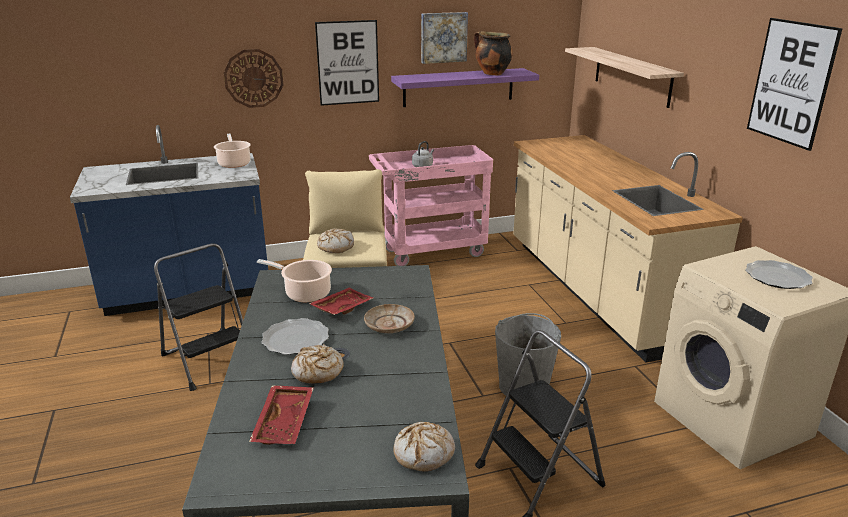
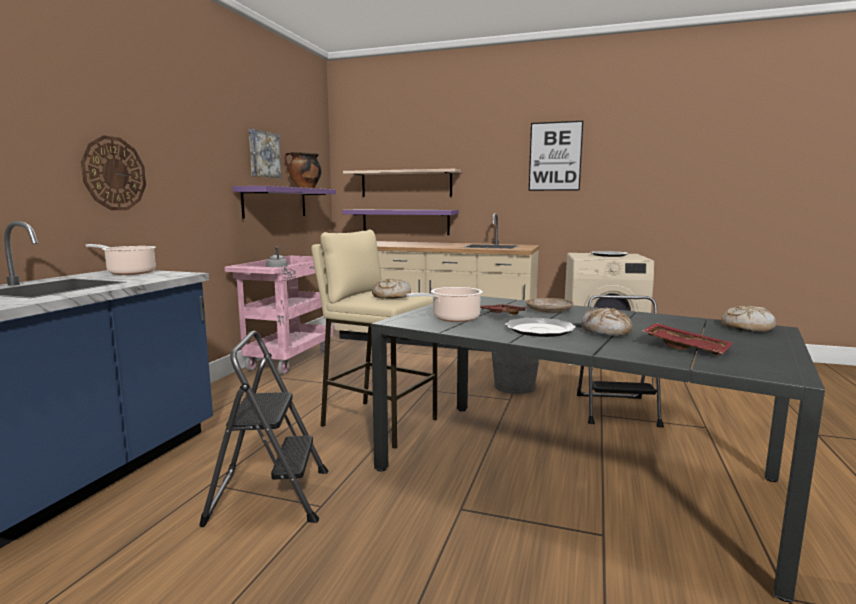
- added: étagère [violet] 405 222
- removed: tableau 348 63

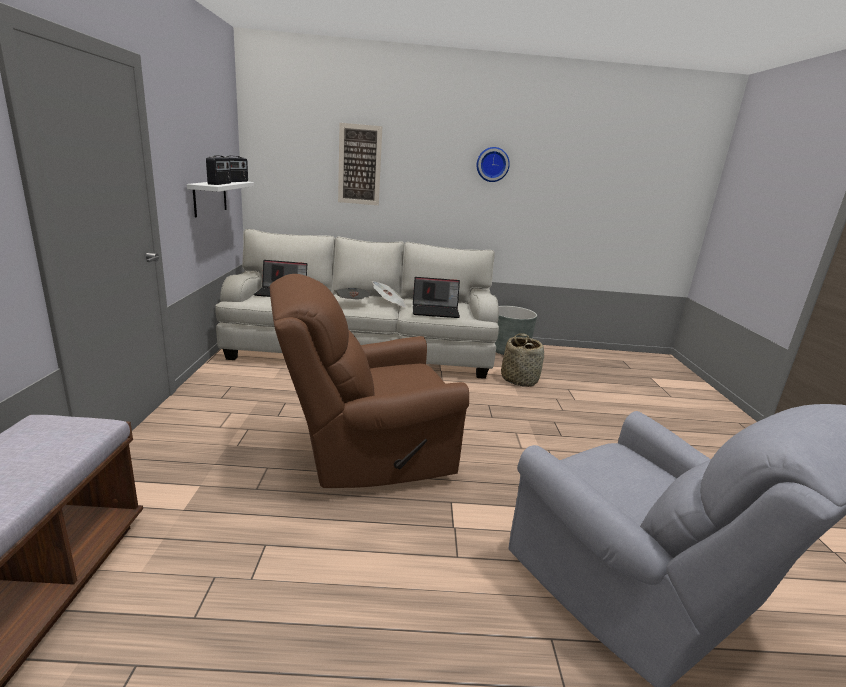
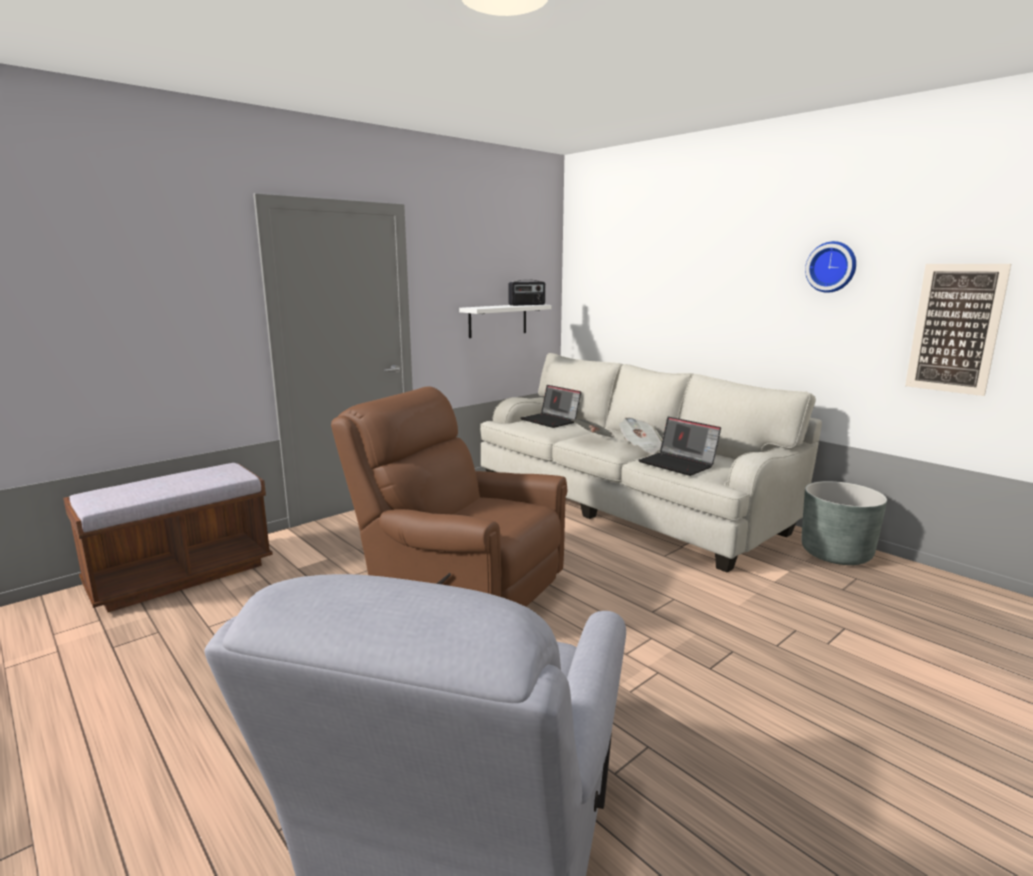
- moved: tableau 359 165 to 955 328
- removed: radio 220 183
- removed: panier 519 379

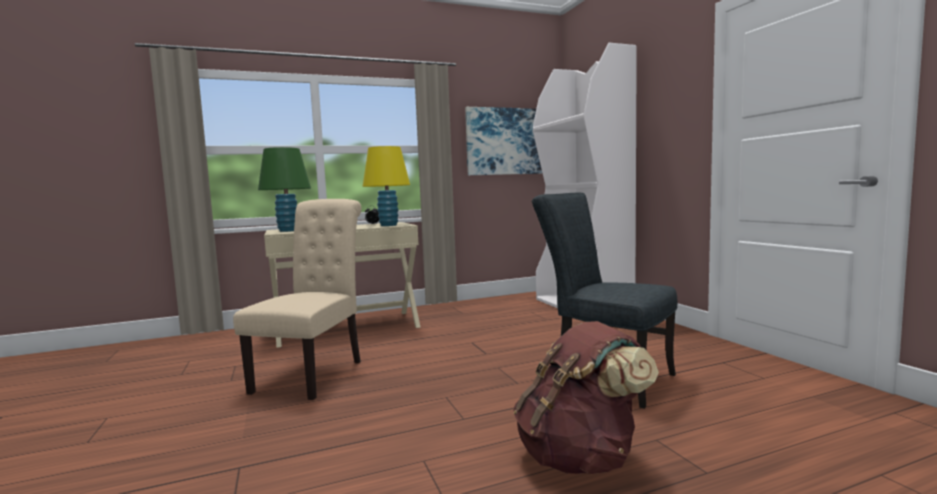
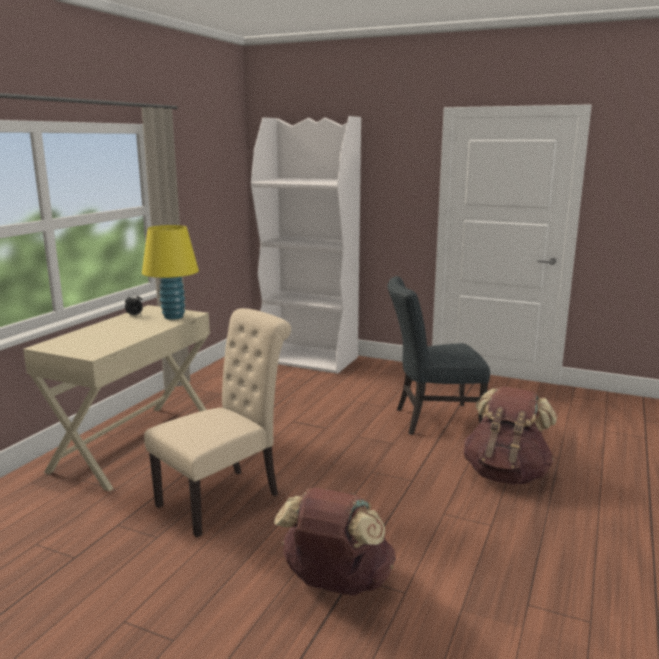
- turned: chaise [beige] 314 373 = 225 497 75 degrees clockwise
- added: sac à dos [marron] 336 584
- removed: lampe de table [vert] 288 231
- removed: tableau 511 141

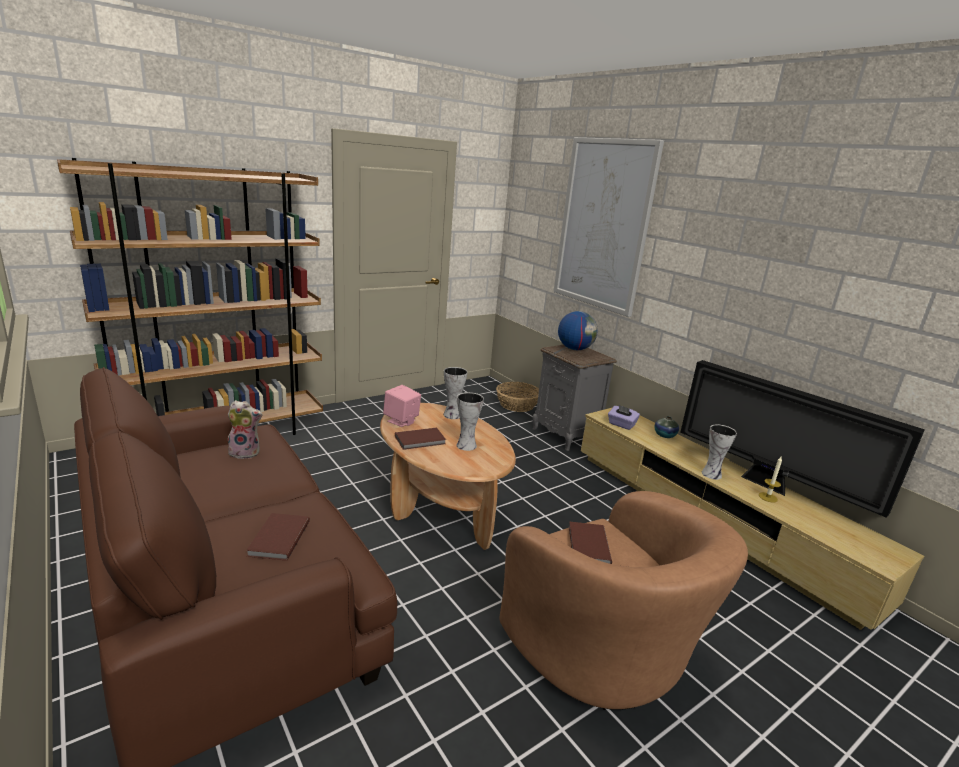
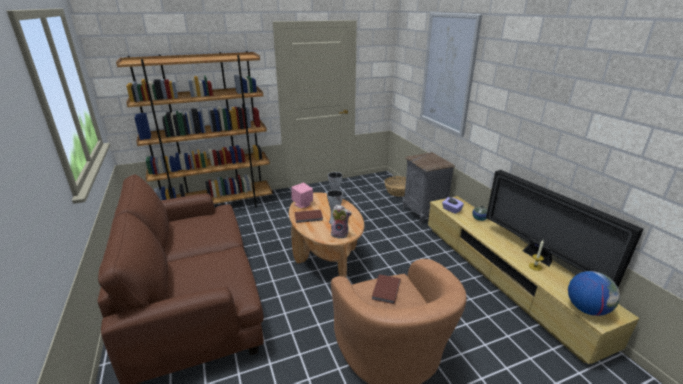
- moved: peluche 246 452 to 340 234
- moved: globe 574 349 to 586 309
- removed: livre [marron] 277 539
- removed: vase 712 474

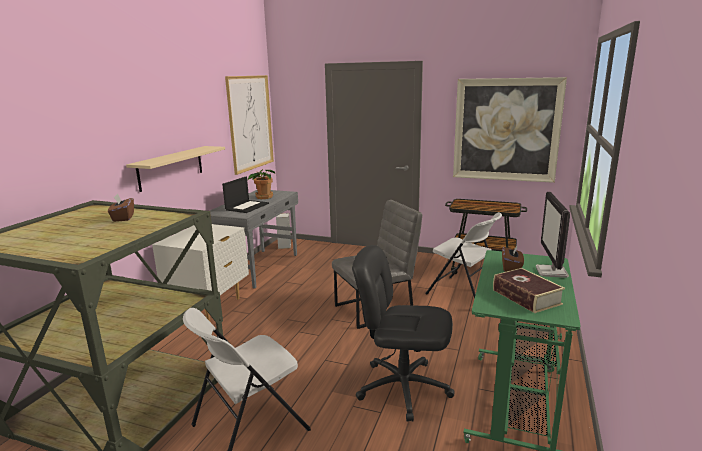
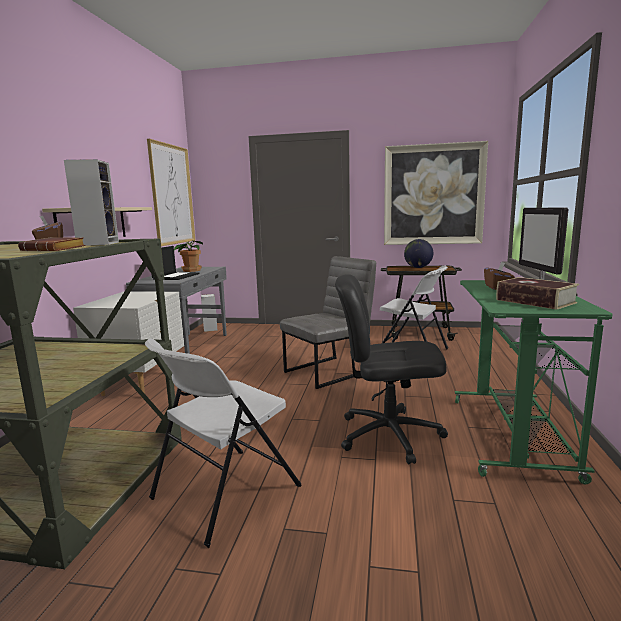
- added: livre [marron] 55 250
- added: enceinte 98 243
- added: globe 418 267

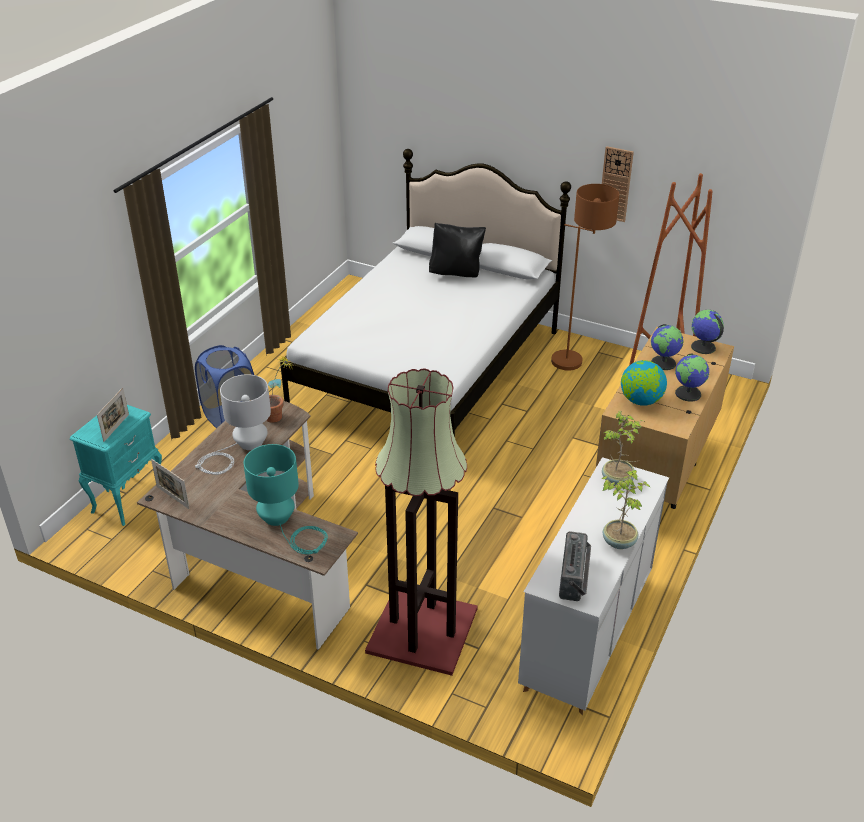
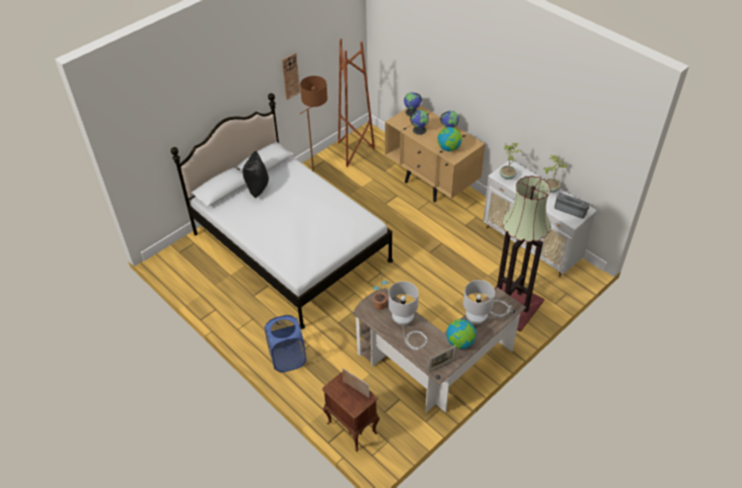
- recoloured: table de chevet [turquoise] 128 500 to table de chevet [marron] 351 428
- added: globe 460 342
- recoloured: lampe de table [turquoise] 288 526 to lampe de table [blanc] 485 315

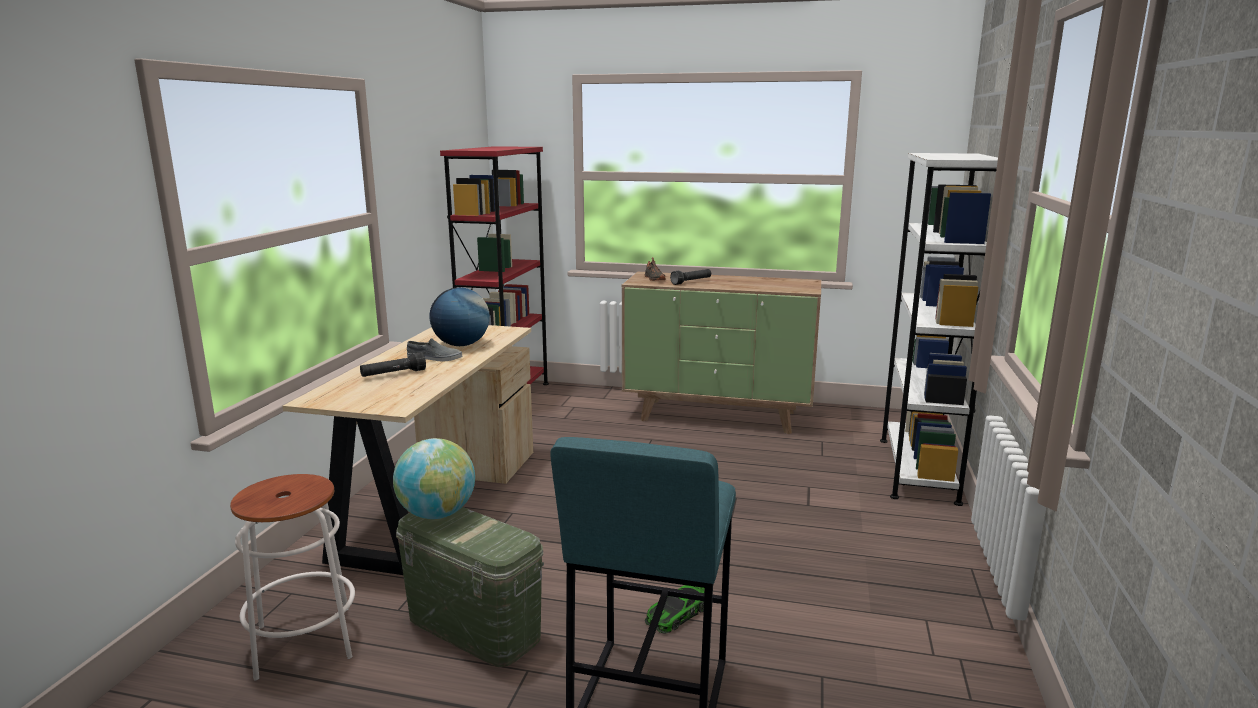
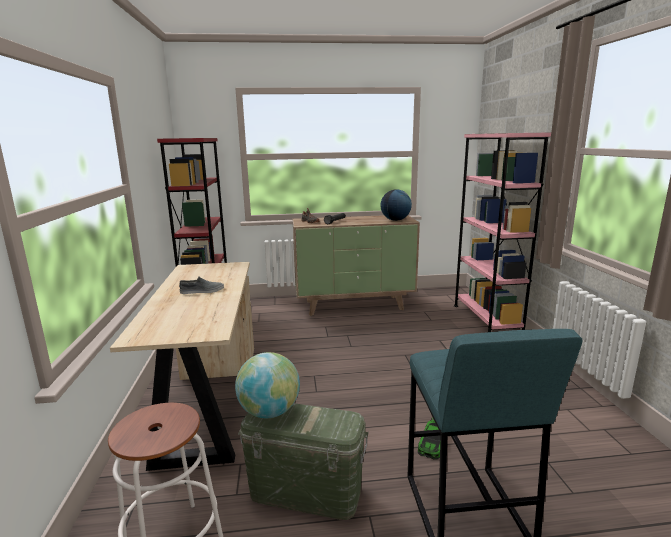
- moved: globe 461 345 to 395 220
- recoloured: bibliothèque [blanc] 917 469 to bibliothèque [rose] 486 319
- removed: lampe de poche [noir] 393 374

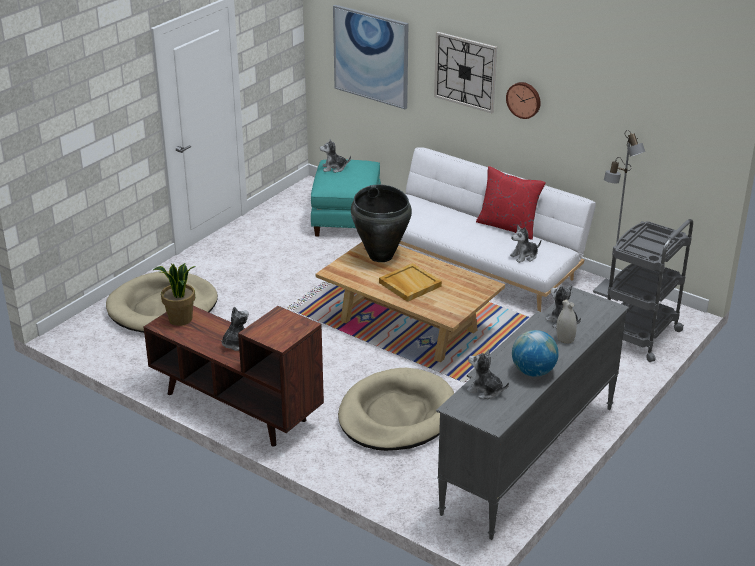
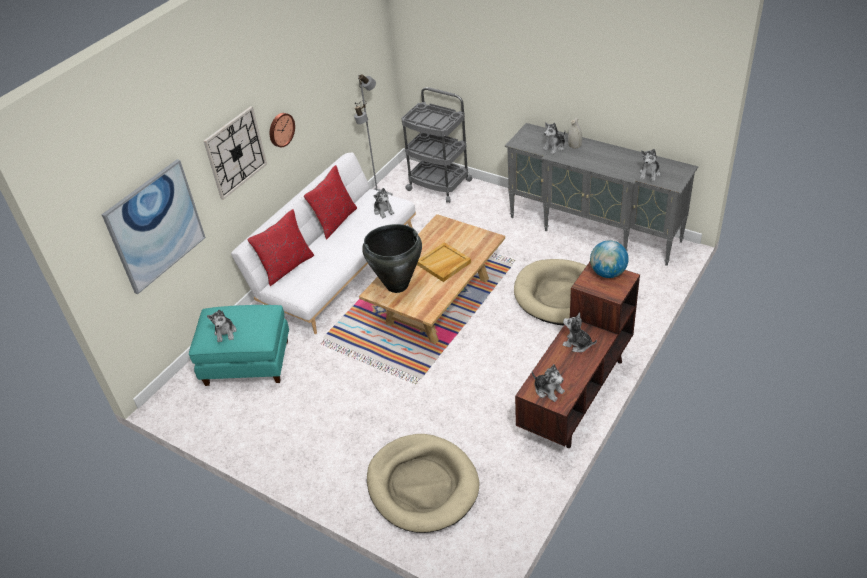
- added: coussin [rouge] 286 267
- replaced: plante en pot 180 319 to peluche 548 390
- moved: globe 533 371 to 607 273

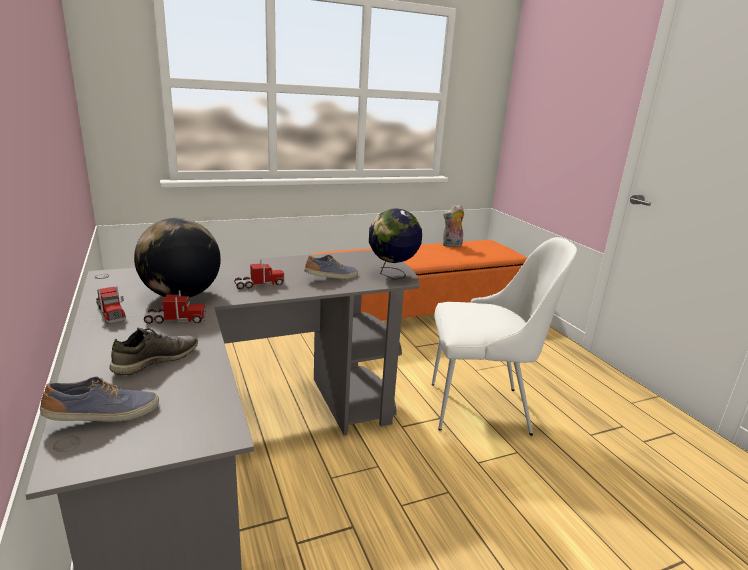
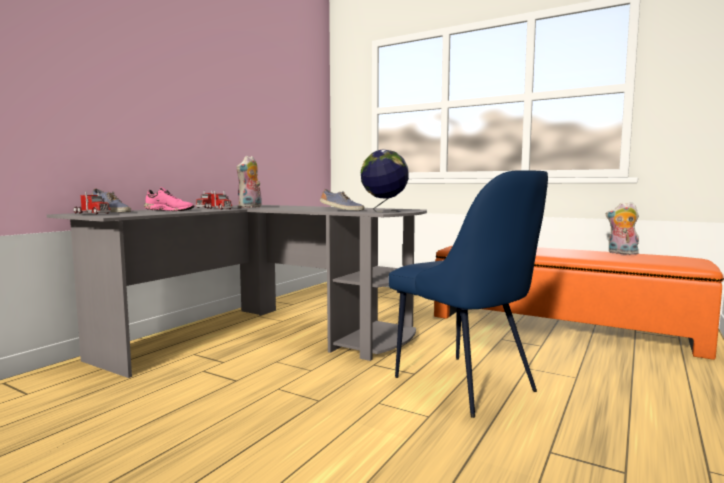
- moved: camion jouet 259 284 to 91 213
- recoloured: chaussure [gris] 156 360 to chaussure [rose] 170 210
- replaced: globe 182 295 to peluche 250 207
- recoloured: chaise [blanc] 479 408 to chaise [bleu] 465 384

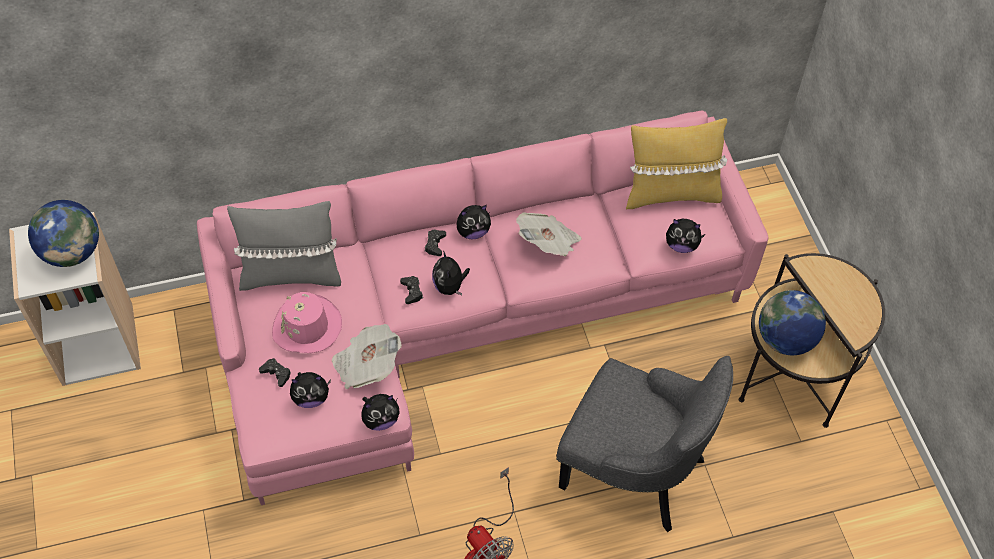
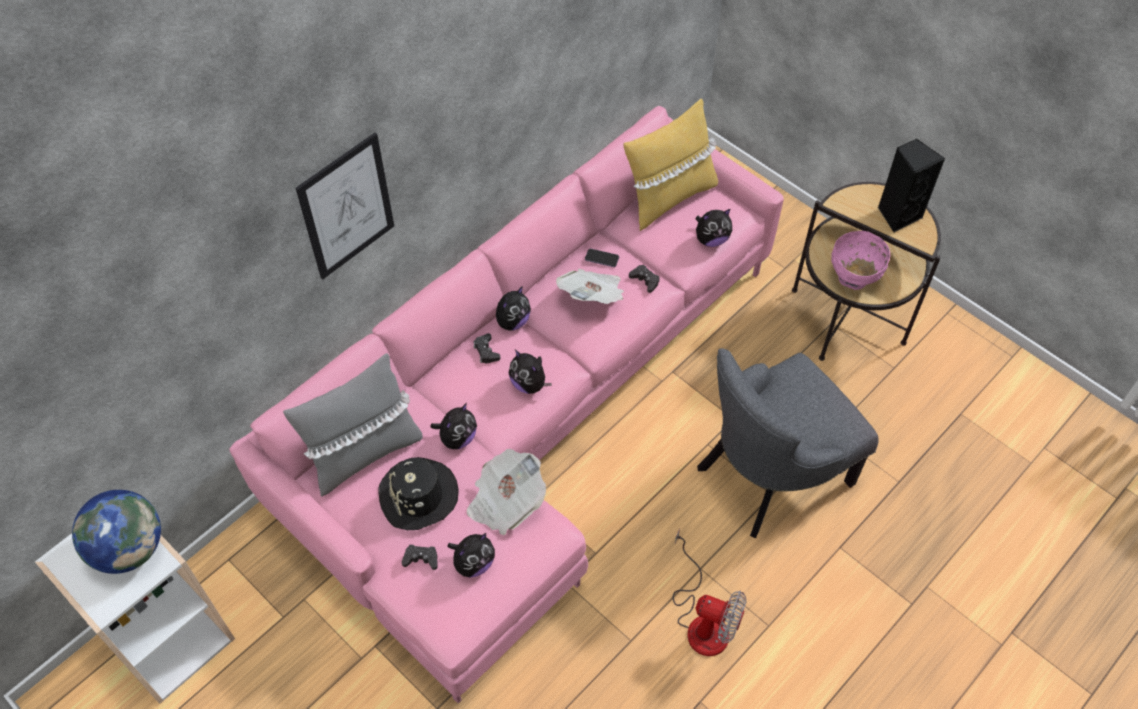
- added: tableau 346 207
- recoloured: chapeau [rose] 307 327 to chapeau [noir] 418 496
- moved: peluche 380 420 to 457 438
- added: téléphone 602 258
- moved: manette [noir] 412 291 to 645 280
- turned: fauteuil [gris] 630 469 = 774 471 150 degrees clockwise
- replaced: globe 785 339 to bol [rose] 853 279
- added: enceinte [noir] 898 214

